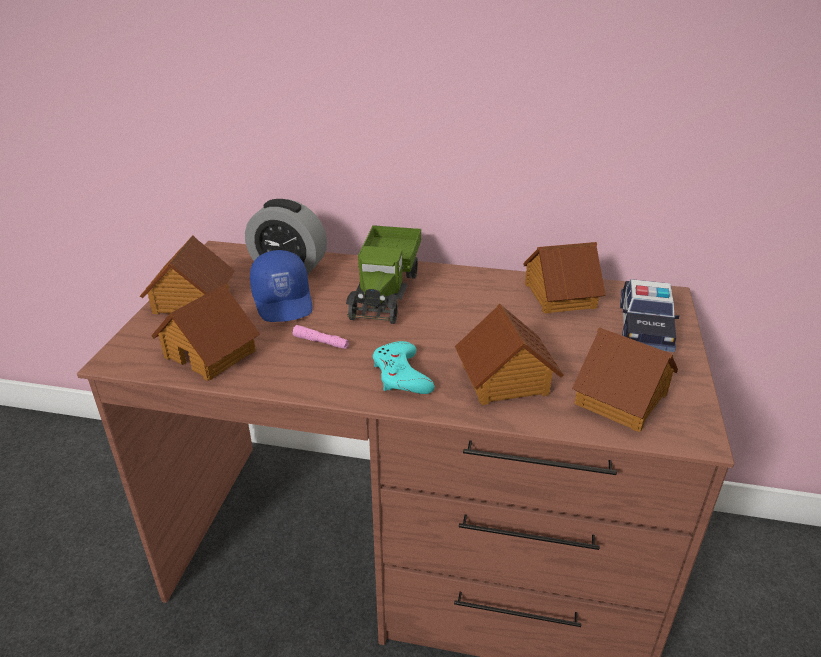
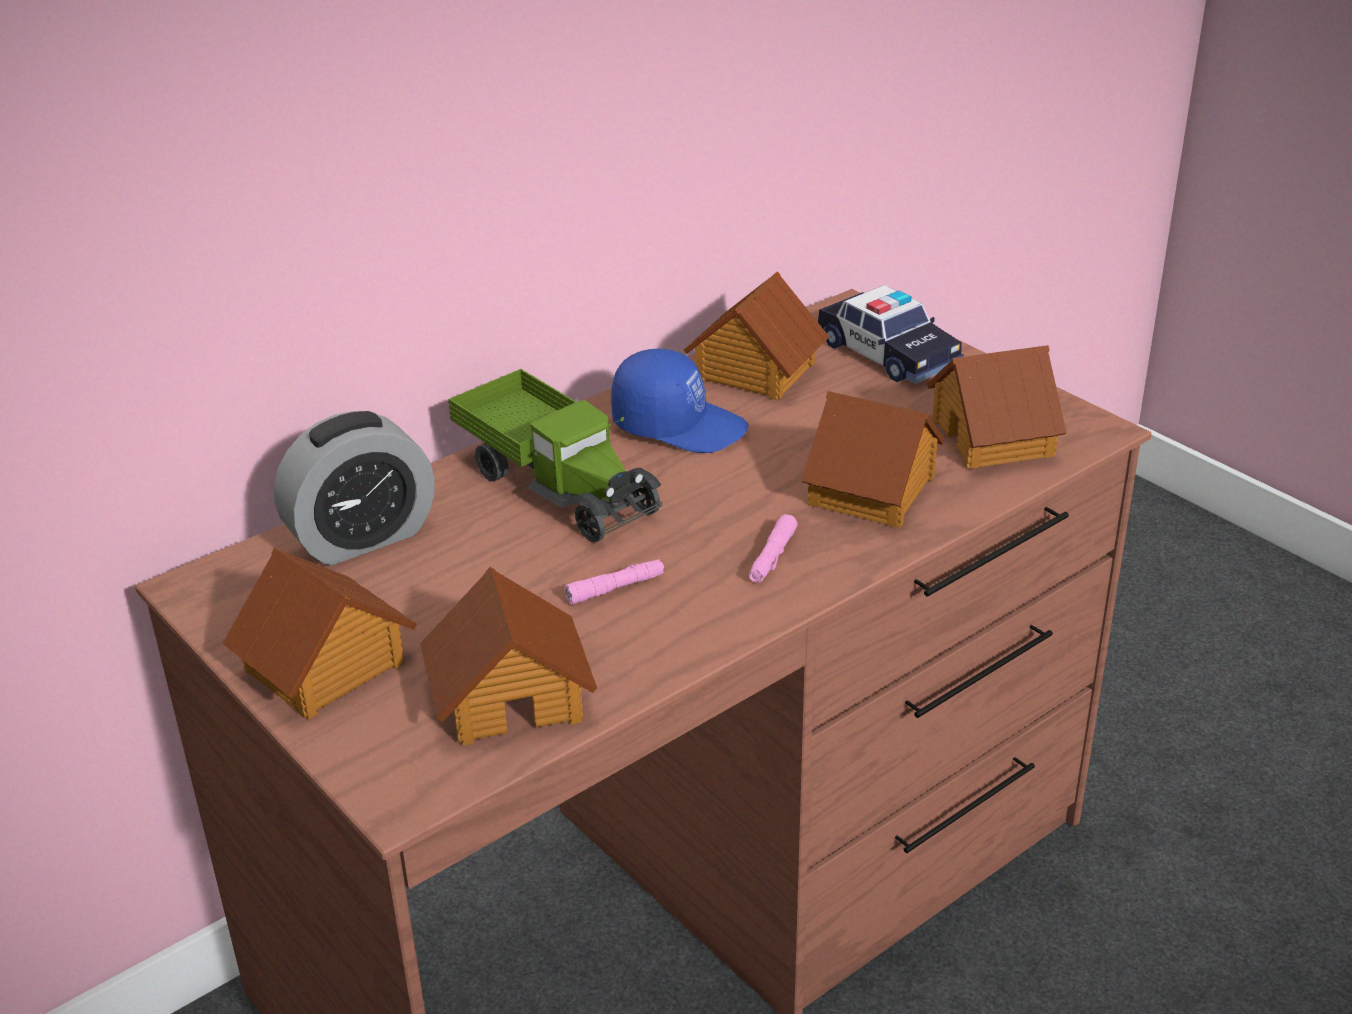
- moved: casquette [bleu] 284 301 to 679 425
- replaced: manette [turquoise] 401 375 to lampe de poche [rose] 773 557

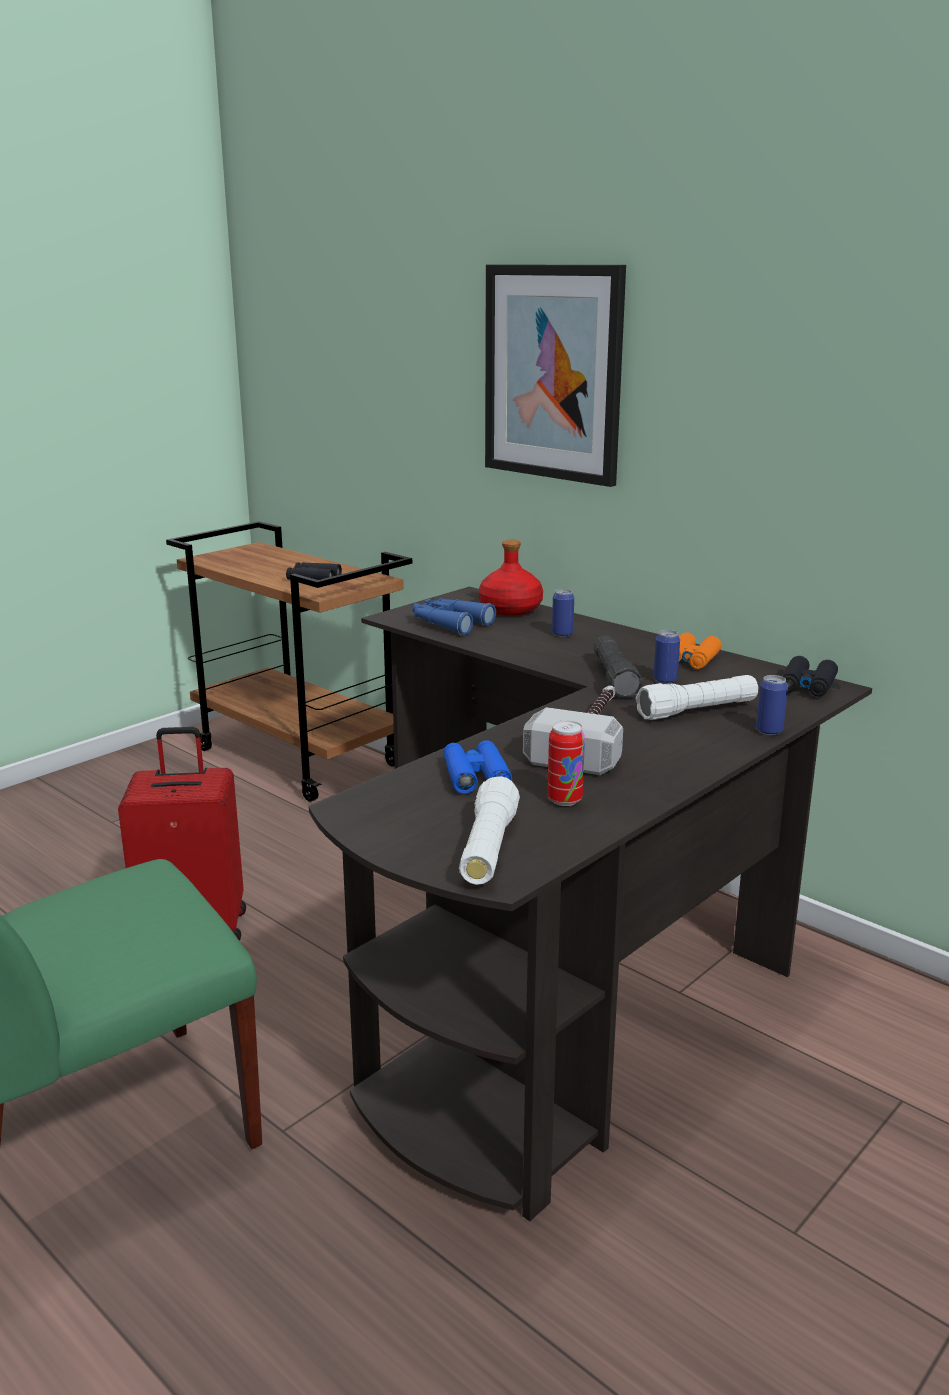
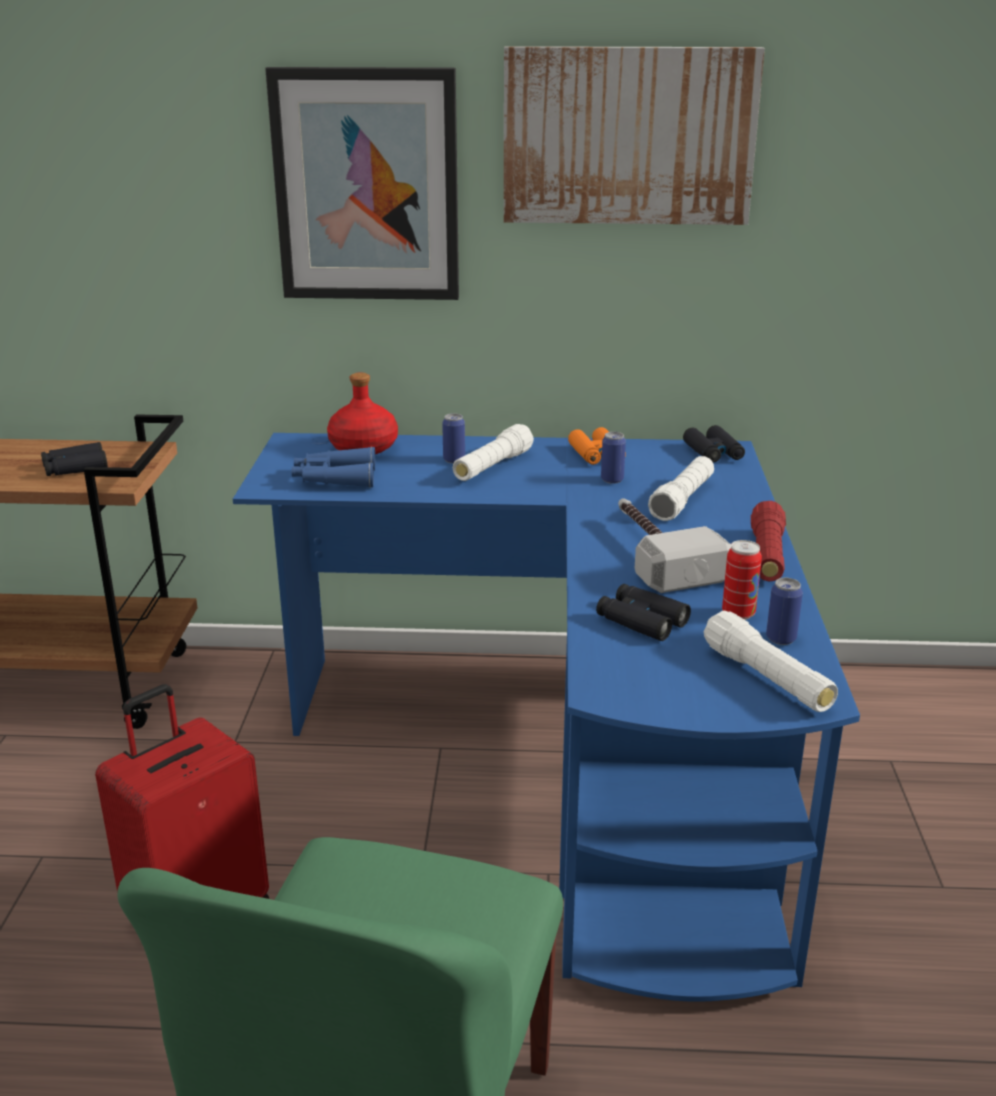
- recoloured: bureau [noir] 570 956 to bureau [bleu] 569 765
- added: lampe de poche [blanc] 492 467
- added: tableau 628 136
- recoloured: jumelles [bleu] 475 776 to jumelles [noir] 641 621
- added: lampe de poche [rouge] 767 556
- moved: boîte métallique 769 731 to 781 638
- removed: lampe de poche [noir] 614 678

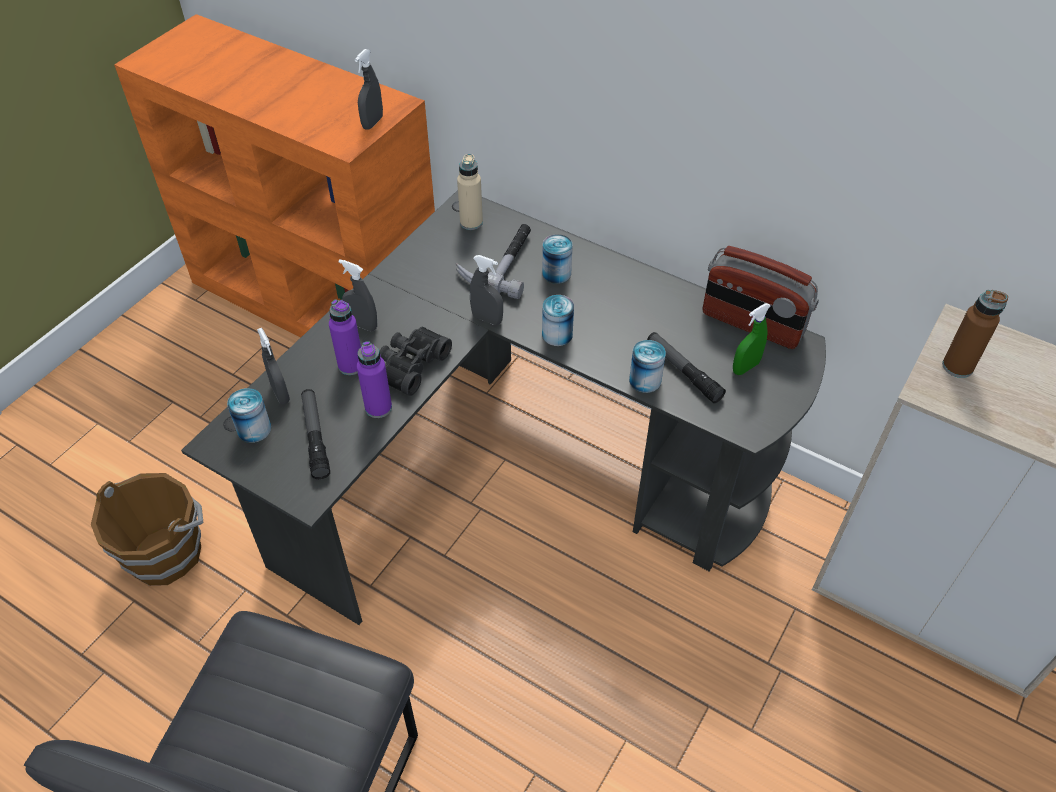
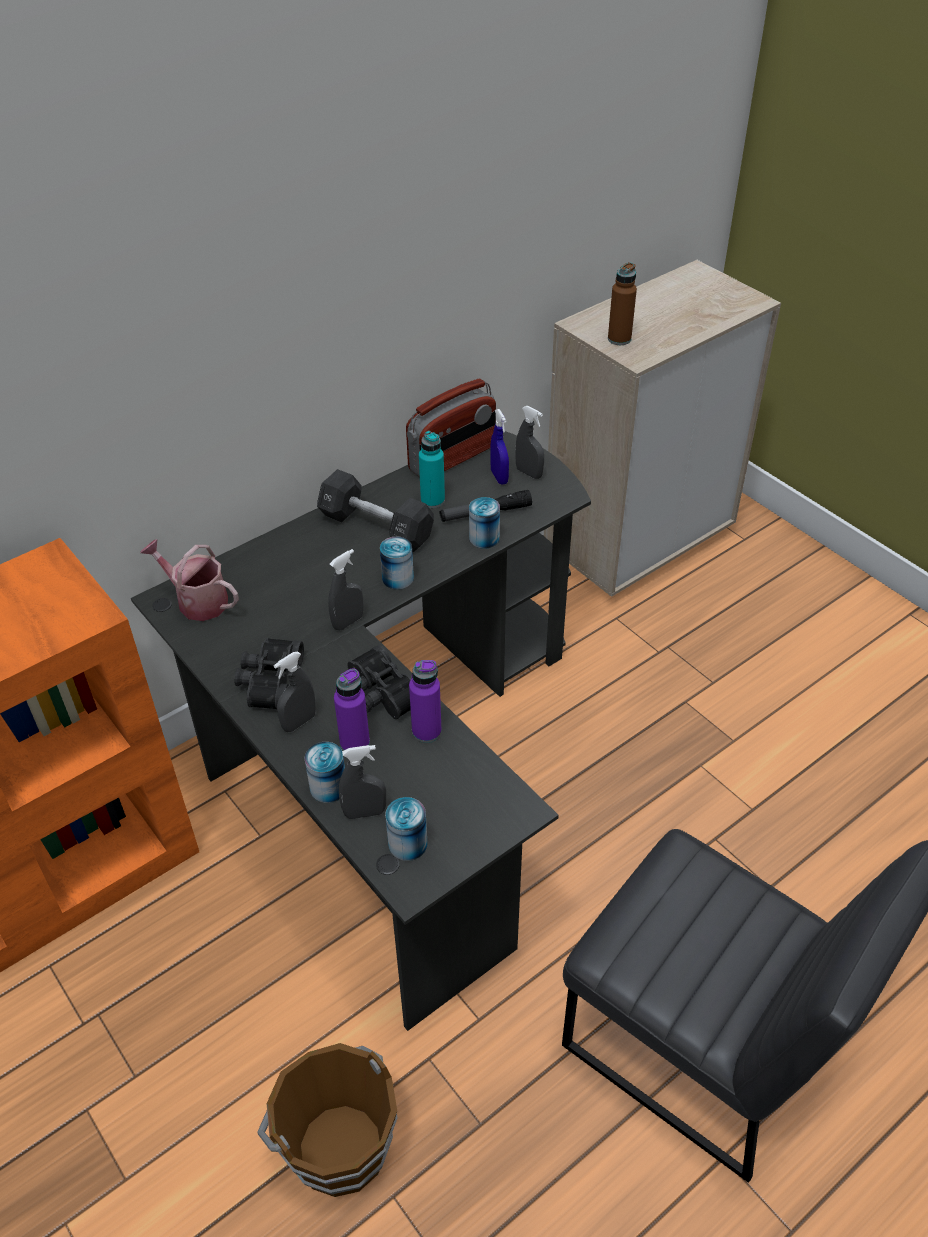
- replaced: bouteille [beige] 471 222 to arrosoir 197 601
- added: jumelles [noir] 268 681
- moved: boîte métallique 556 273 to 328 787
- added: haltère [noir] 376 527
- added: bouteille [turquoise] 432 500
- recoloured: vaporisateur [vert] 745 367 to vaporisateur [bleu] 499 477
- moved: vaporisateur [gris] 372 123 to 529 473
- removed: lampe de poche 315 437
- removed: marteau 501 263

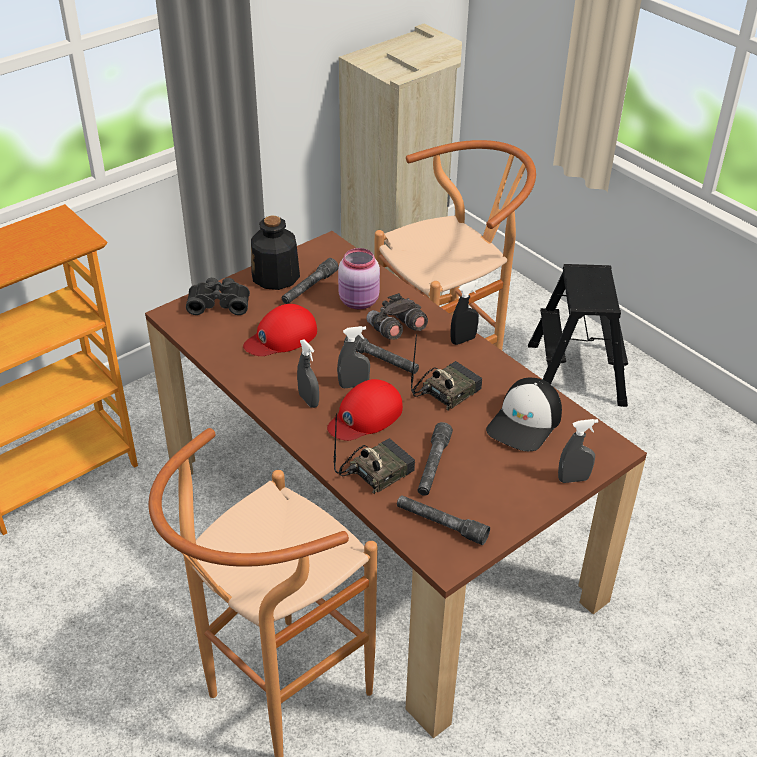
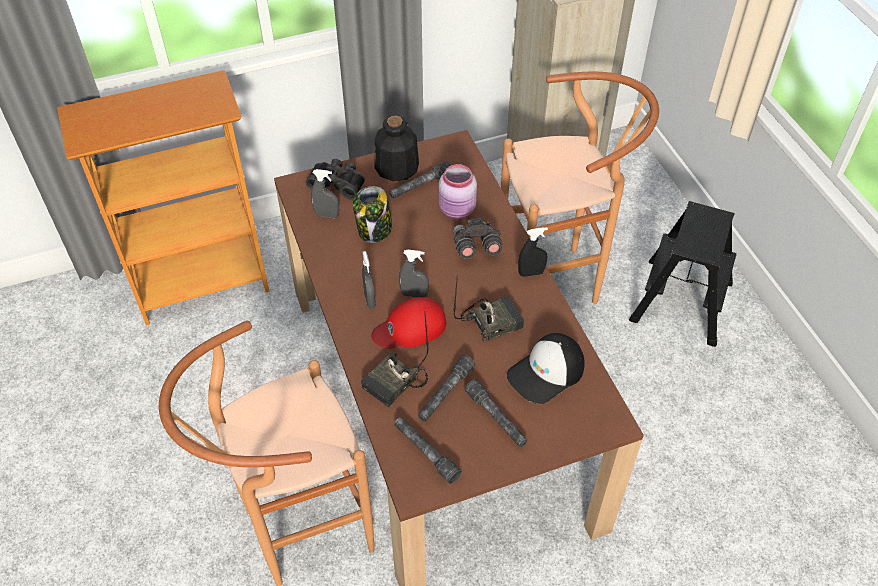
- moved: vaporisateur [gris] 573 479 to 327 215
- replaced: casquette [rouge] 281 337 to bocal 374 230
- turned: radio 376 470 = 395 384 150 degrees clockwise
- moved: lampe de poche [gris] 382 360 to 496 418

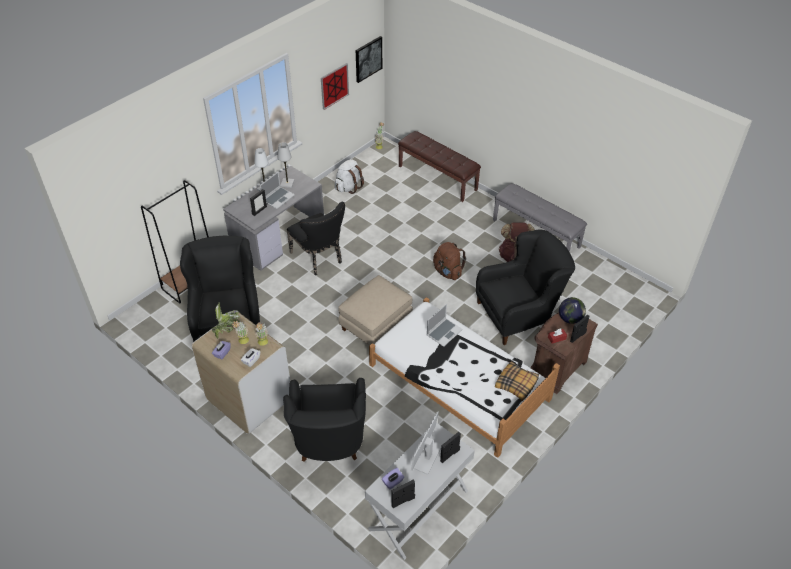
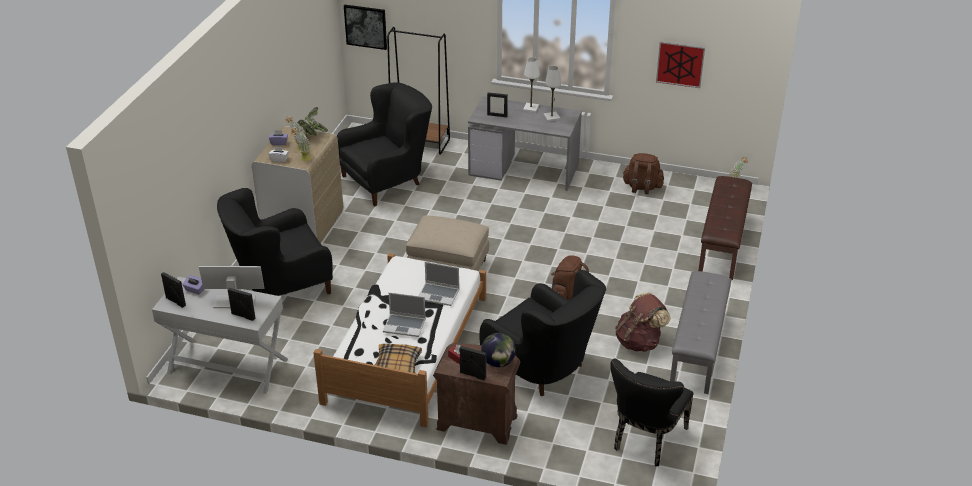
- moved: tableau 368 59 to 366 26
- moved: ordinateur portable 278 198 to 405 325
- moved: chaise [noir] 319 258 to 646 441
- recoloured: sac à dos [blanc] 348 187 to sac à dos [marron] 642 187

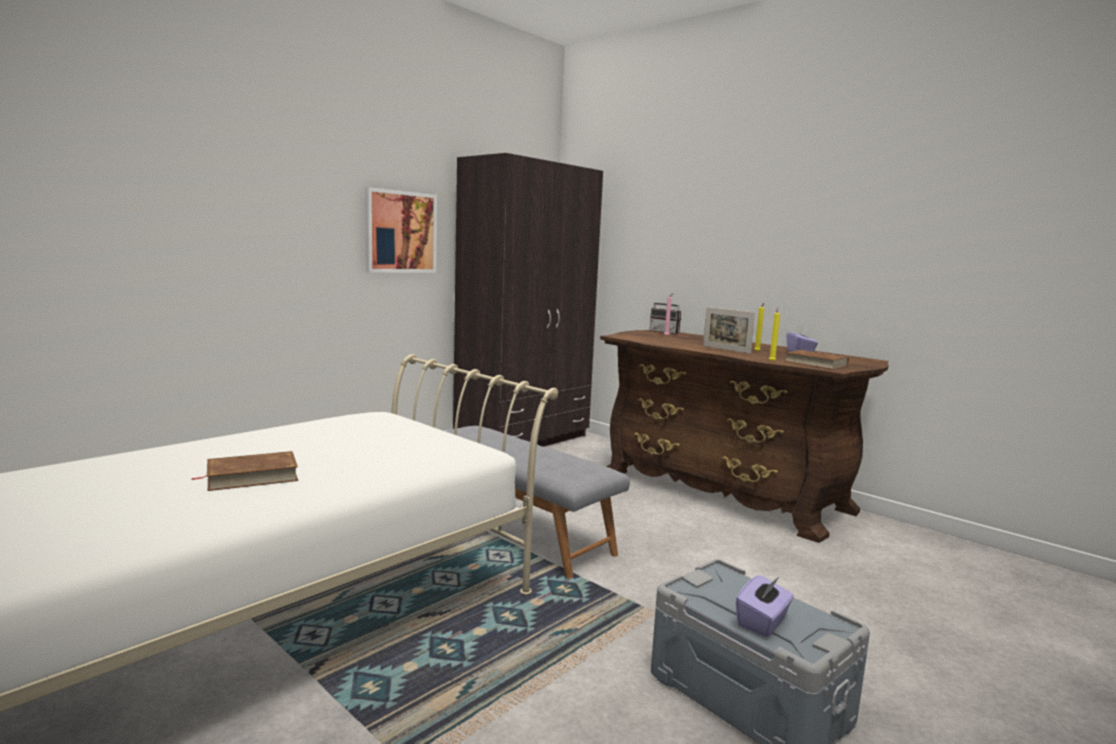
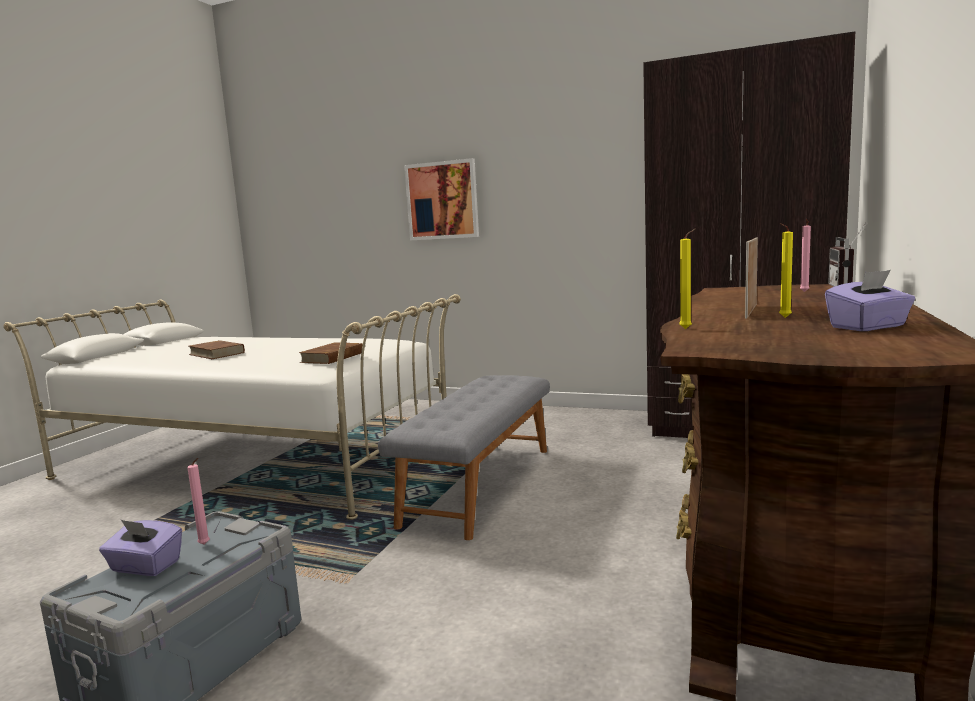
- added: bougie [rose] 205 545
- moved: livre [marron] 815 363 to 333 357
- moved: tableau 400 232 to 442 200

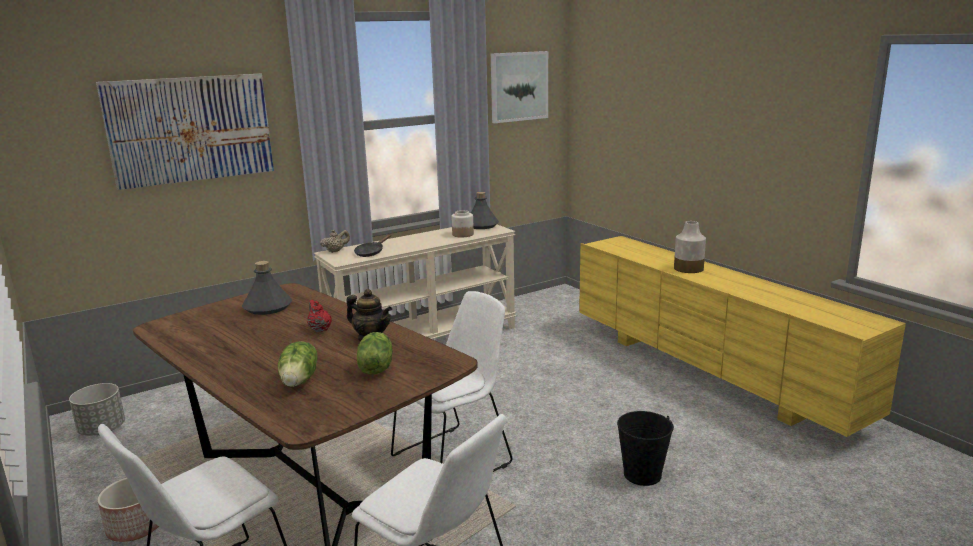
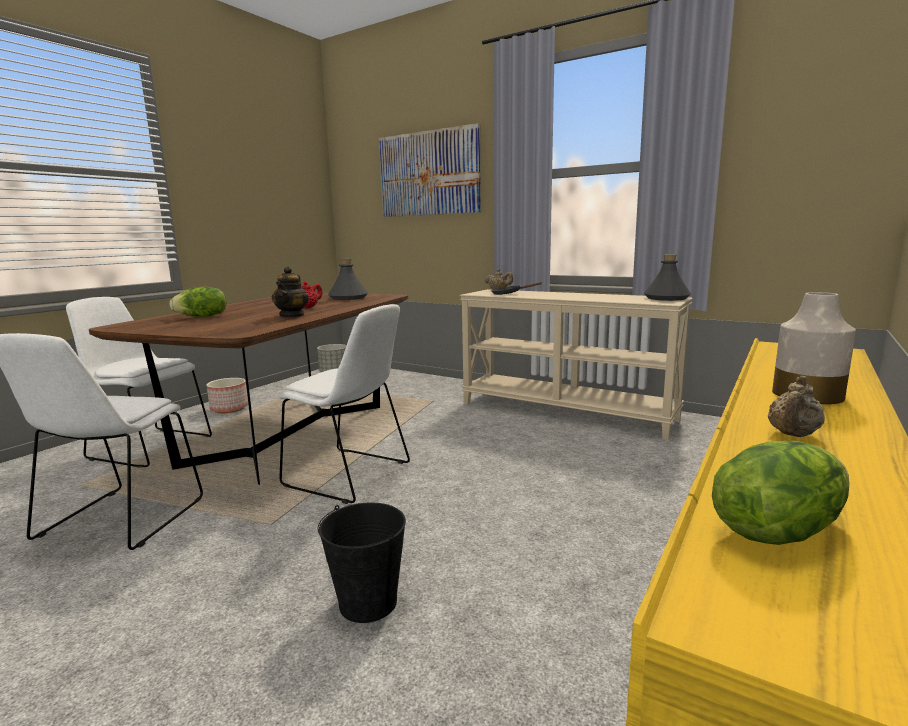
- moved: laitue 375 368 to 776 529
- added: théière [beige] 792 435
- removed: bocal 462 234
- removed: tableau 518 86

